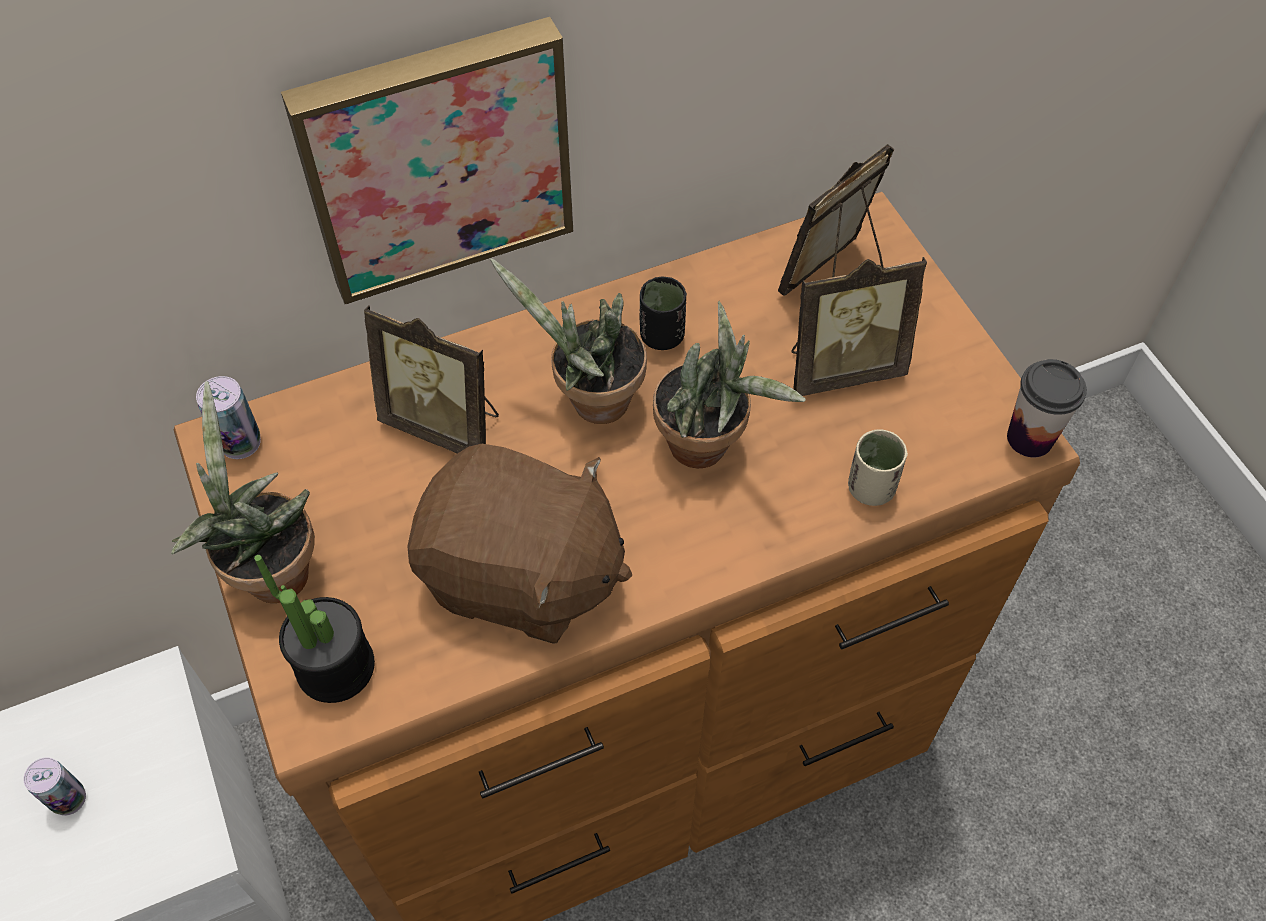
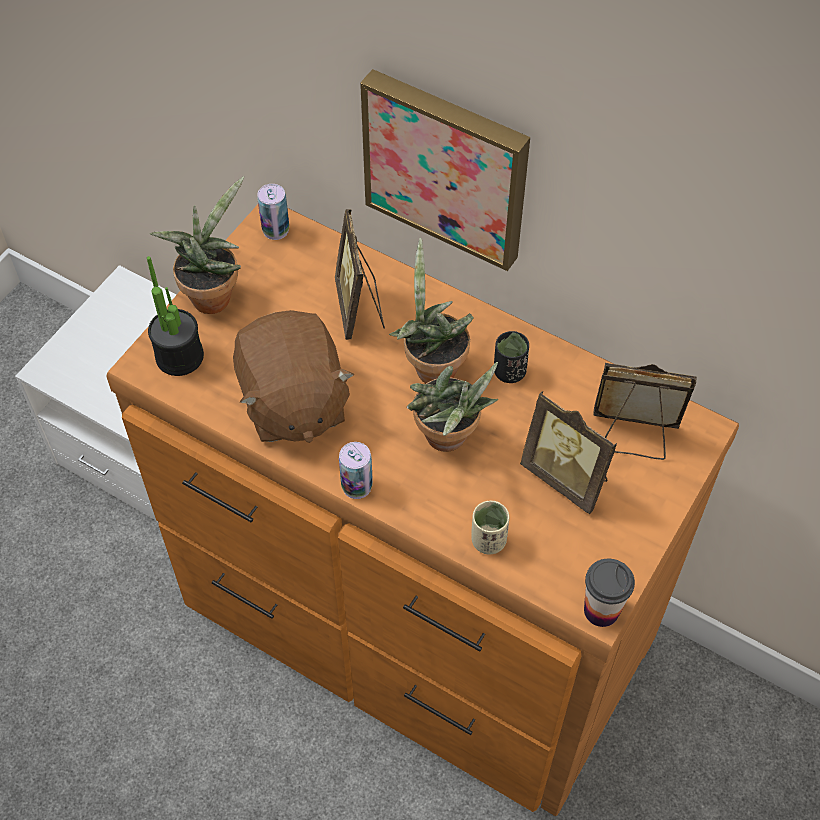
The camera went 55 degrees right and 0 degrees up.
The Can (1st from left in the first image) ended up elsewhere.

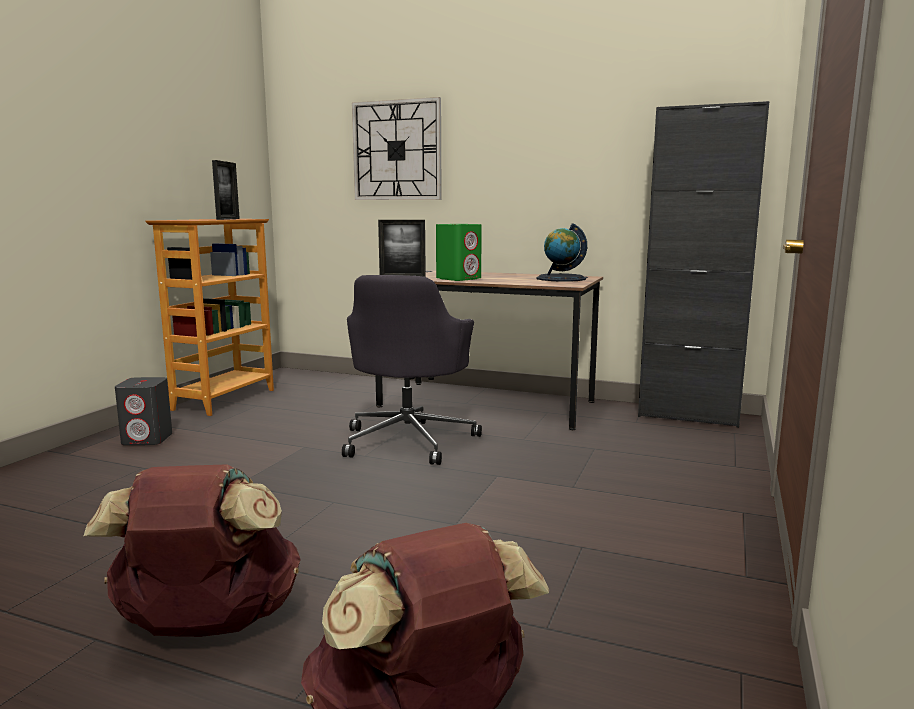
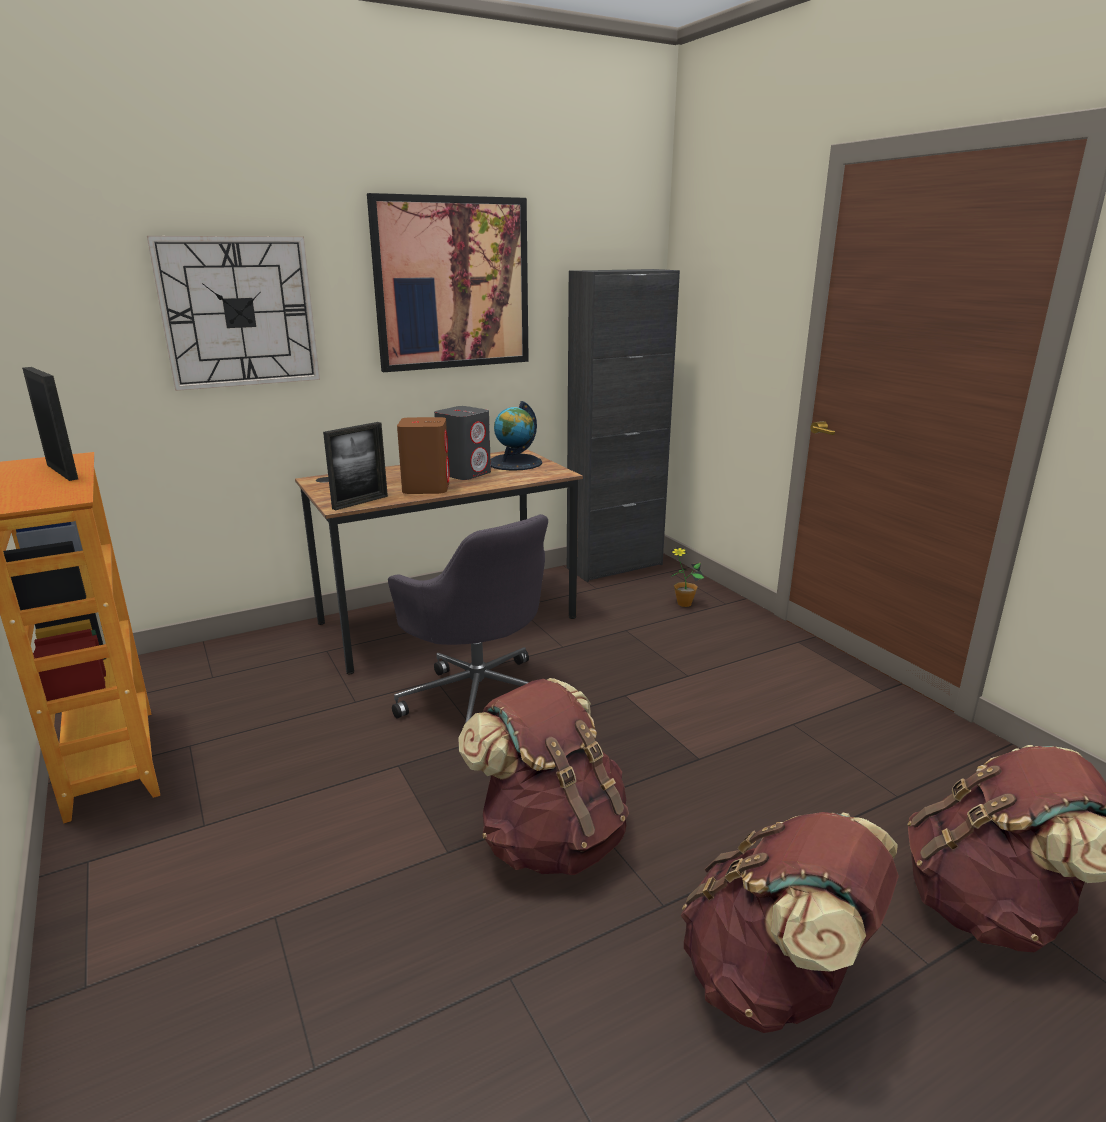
The camera went 50 degrees left and 10 degrees up.
The second view gained the Picture.
What was the GreenSpeaker turned into the BrownSpeaker.
The GreySpeaker ended up elsewhere.
The second view gained the BrownBackpack (1st from left).
The second view gained the PottedPlant.

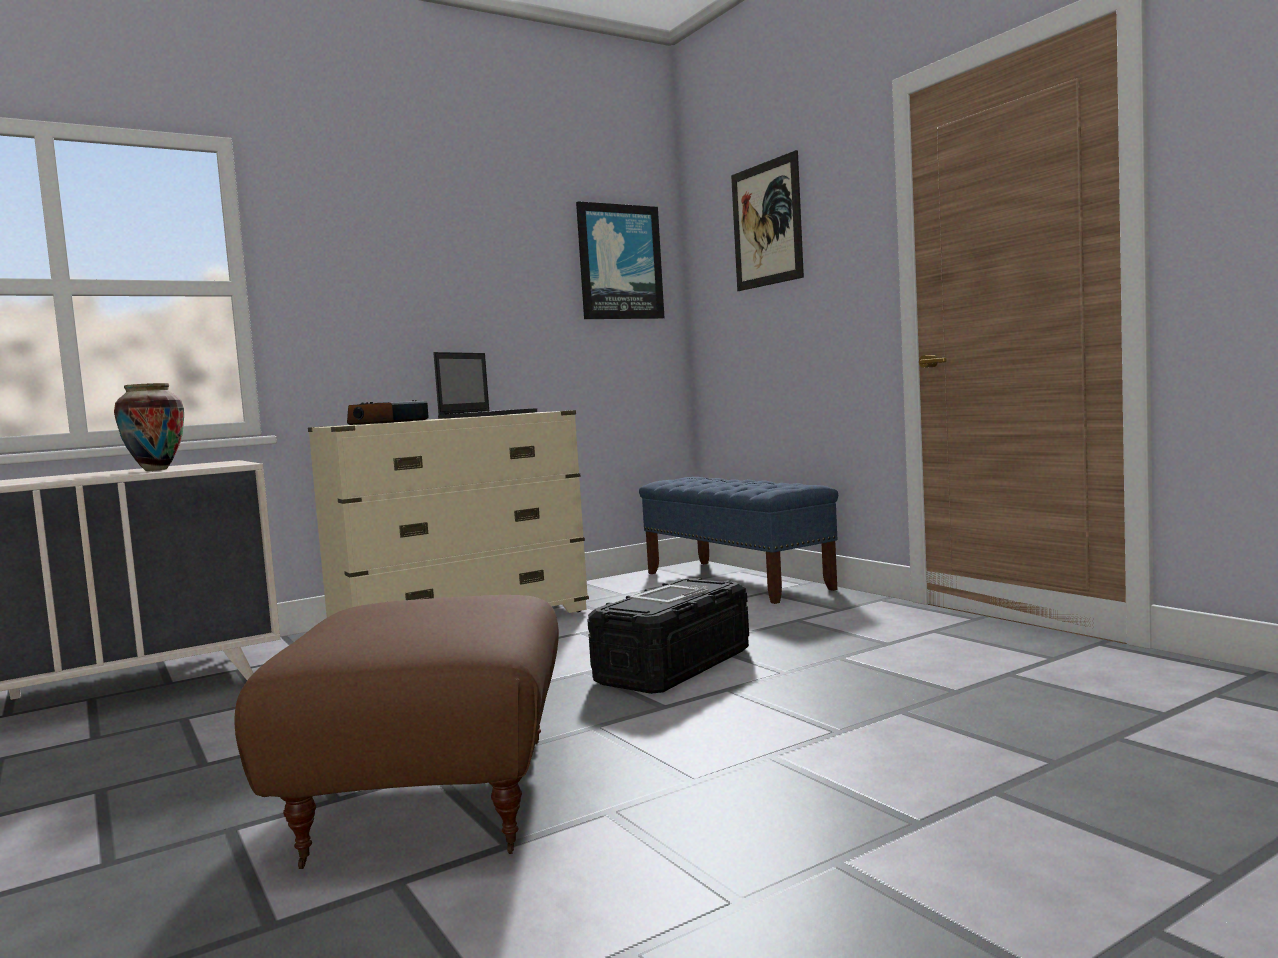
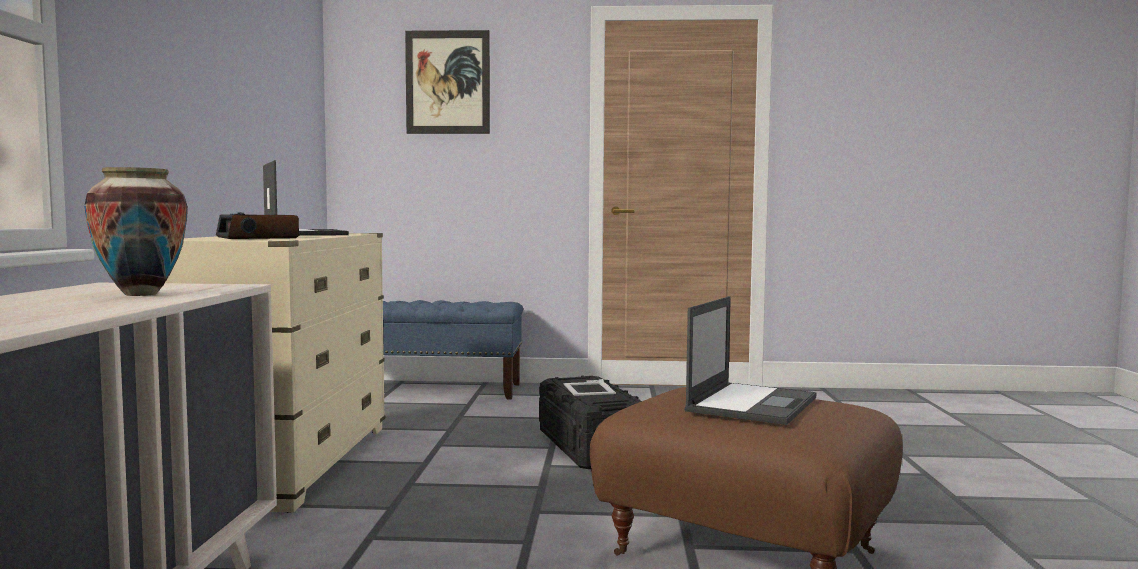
The camera went 55 degrees left and 0 degrees up.
The second view gained the Laptop (2nd from left).
The second view lost the Picture (1st from left).

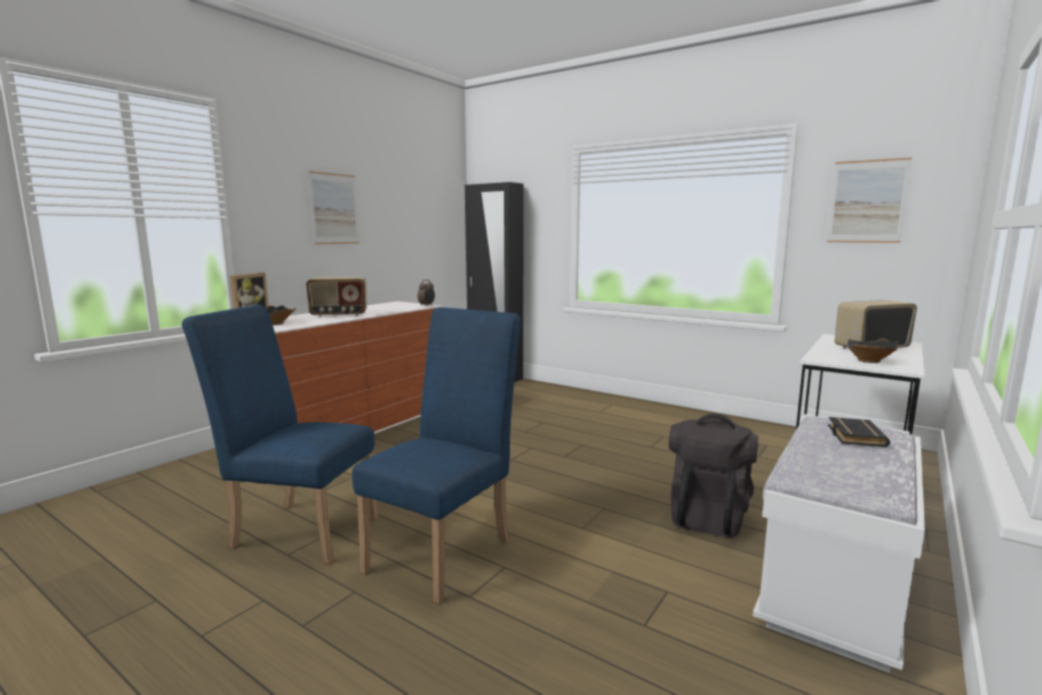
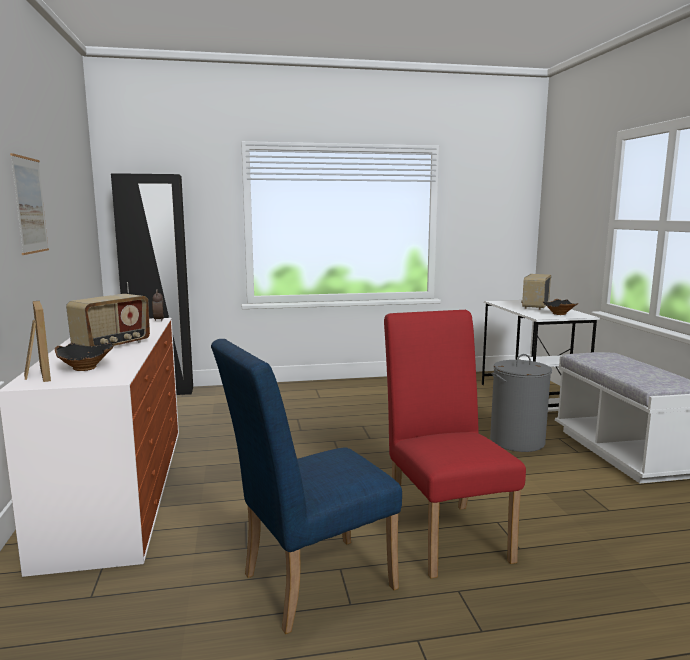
The camera went 45 degrees left and 0 degrees up.
What was the BlueChair (2nd from left) turned into the RedChair.
Where the BlackBackpack stood, the GreyLaundryBasket came to stand.
The second view lost the Picture (2nd from left).
The second view lost the BlackBook.

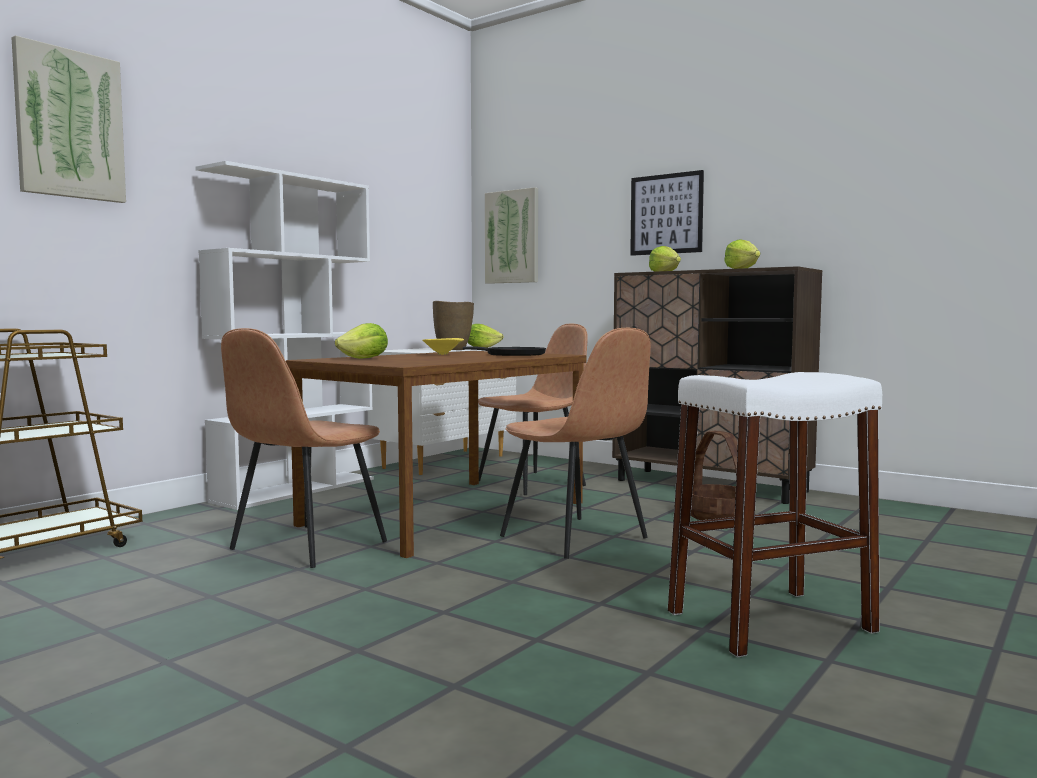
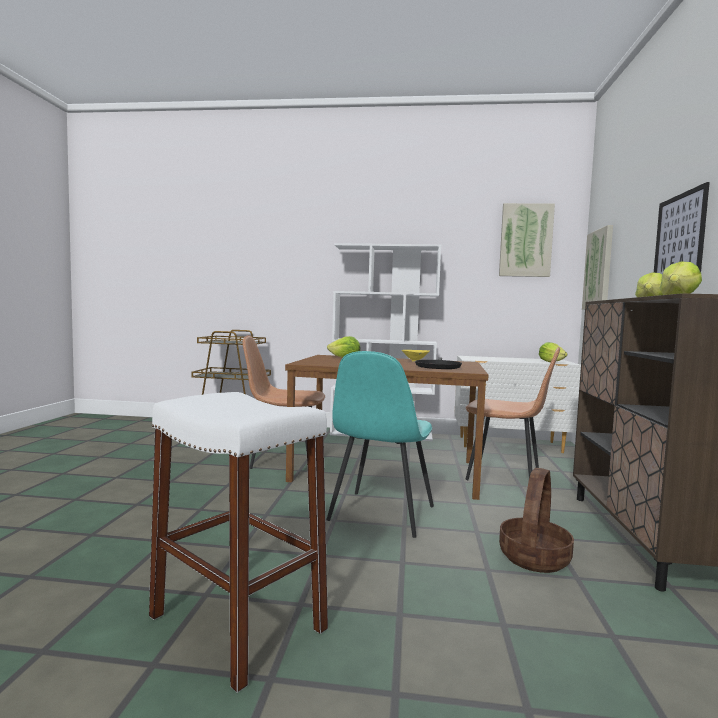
The camera went 60 degrees right and 0 degrees up.
What was the BrownChair (3rd from left) turned into the TurquoiseChair.
The Picture (1st from left) ended up elsewhere.
The second view lost the BrownVase.

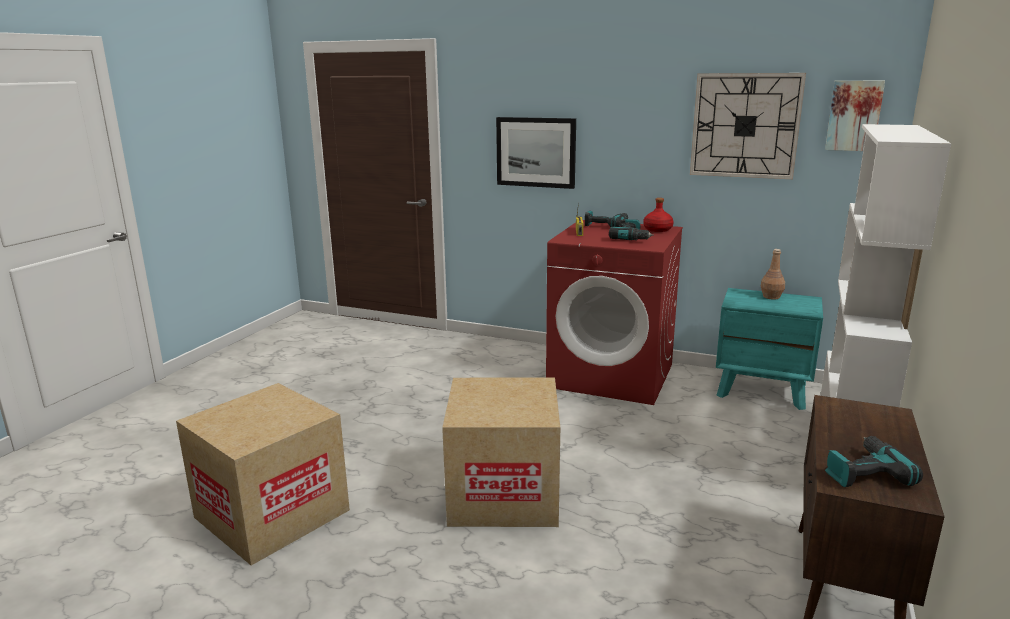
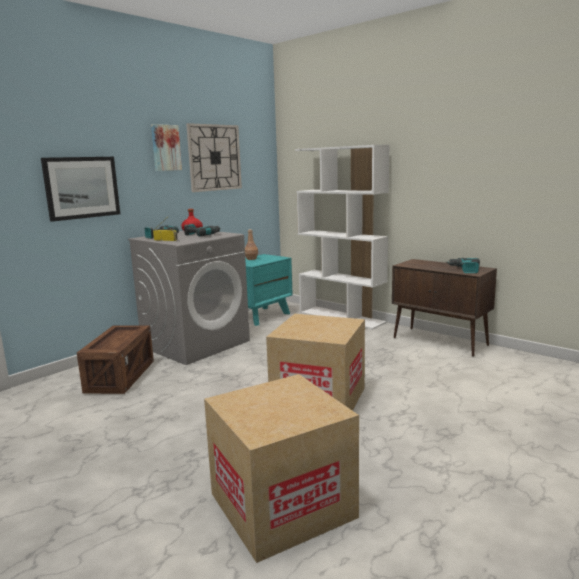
The camera went 70 degrees left and 5 degrees down.
The second view gained the Crate.
What was the RedWashingMachine turned into the GreyWashingMachine.
The Picture (2nd from left) ended up elsewhere.

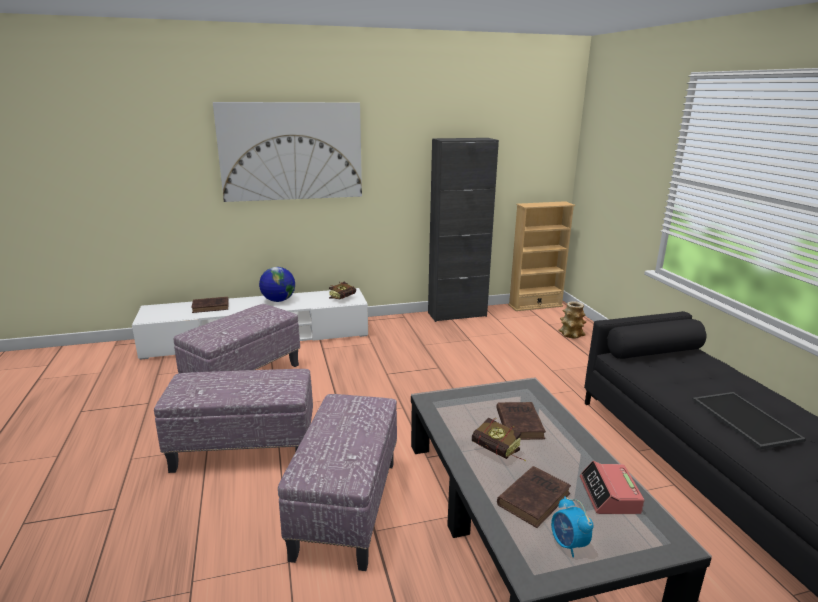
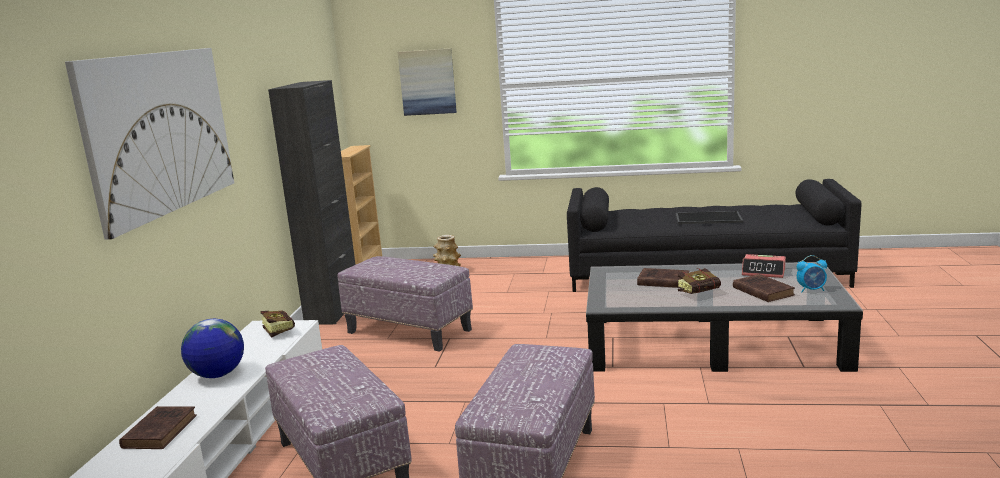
The camera went 65 degrees left and 5 degrees down.
The Ottoman (3rd from left in the first image) ended up elsewhere.
The second view gained the Picture (2nd from left).

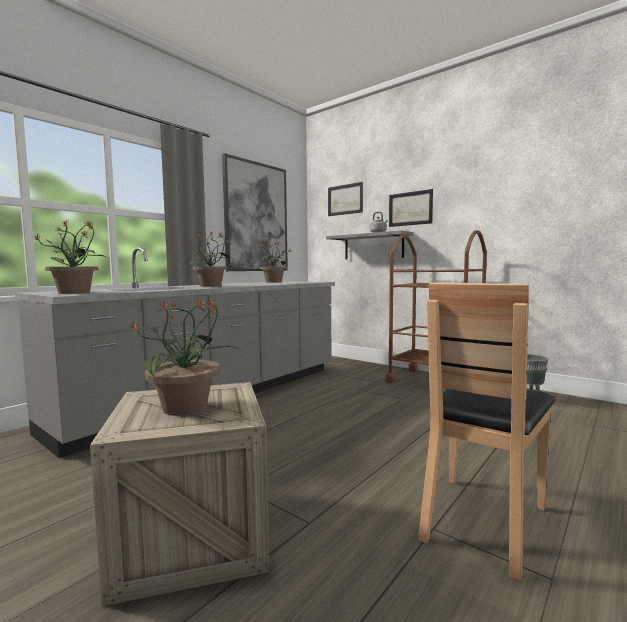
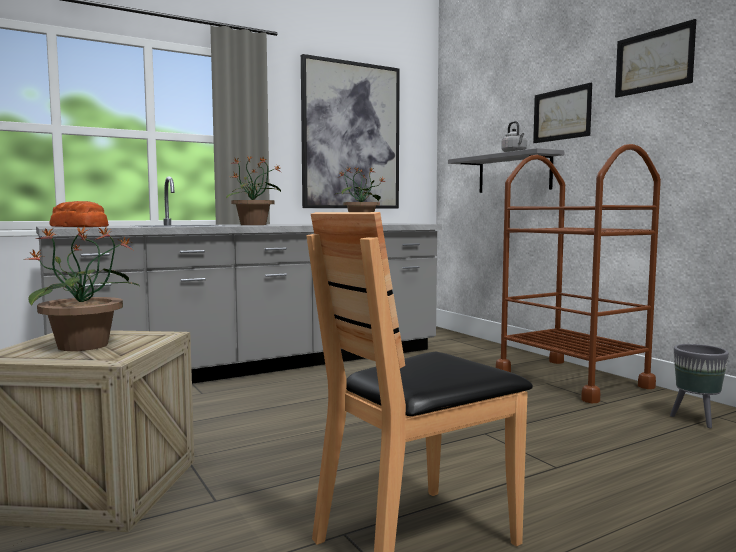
The camera went 20 degrees right and 0 degrees up.
Where the PottedPlant (1st from left) stood, the Bread came to stand.
The Picture (2nd from left in the first image) ended up elsewhere.

